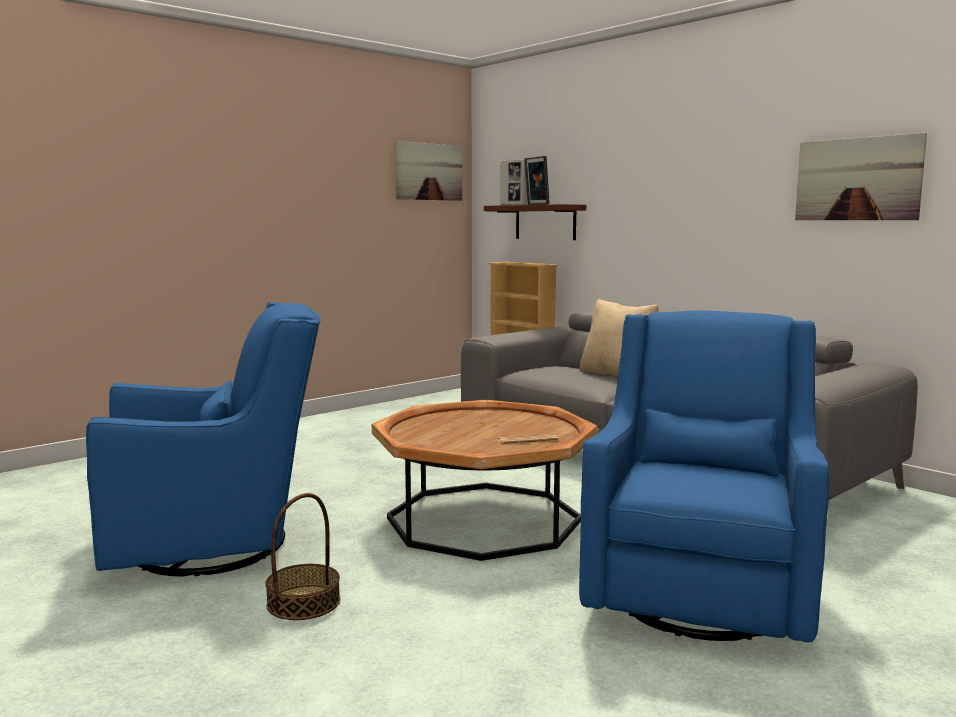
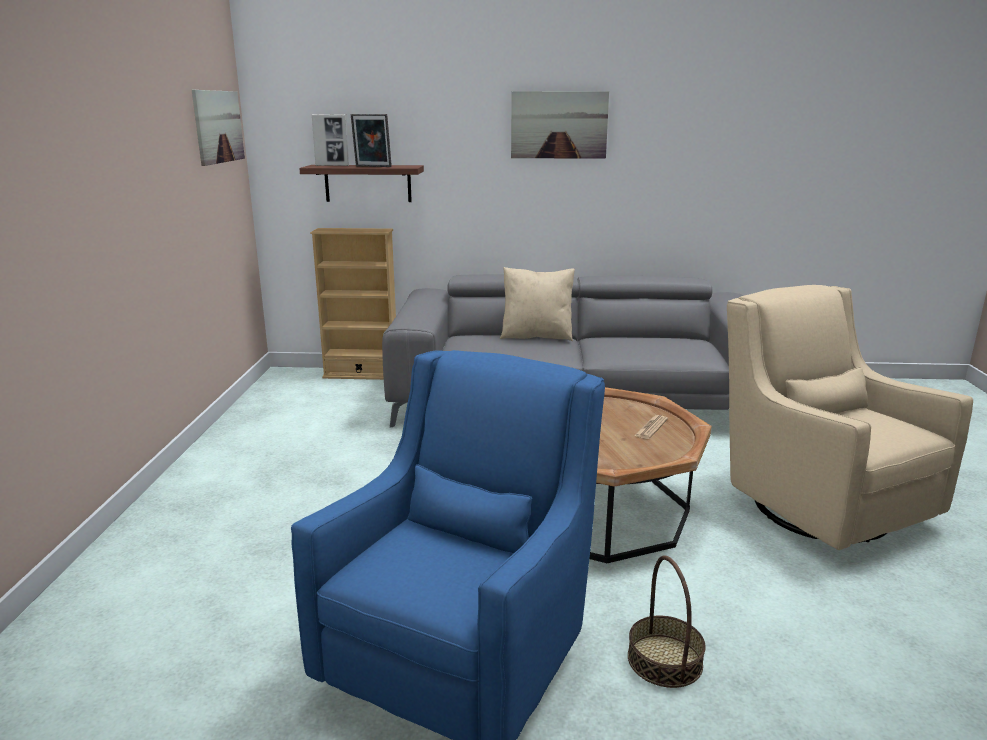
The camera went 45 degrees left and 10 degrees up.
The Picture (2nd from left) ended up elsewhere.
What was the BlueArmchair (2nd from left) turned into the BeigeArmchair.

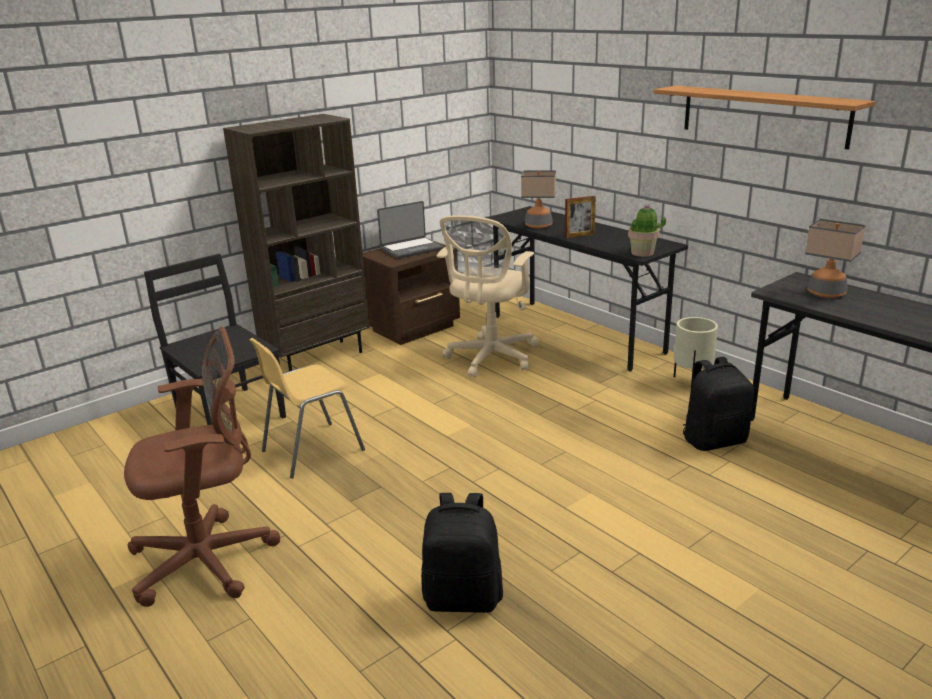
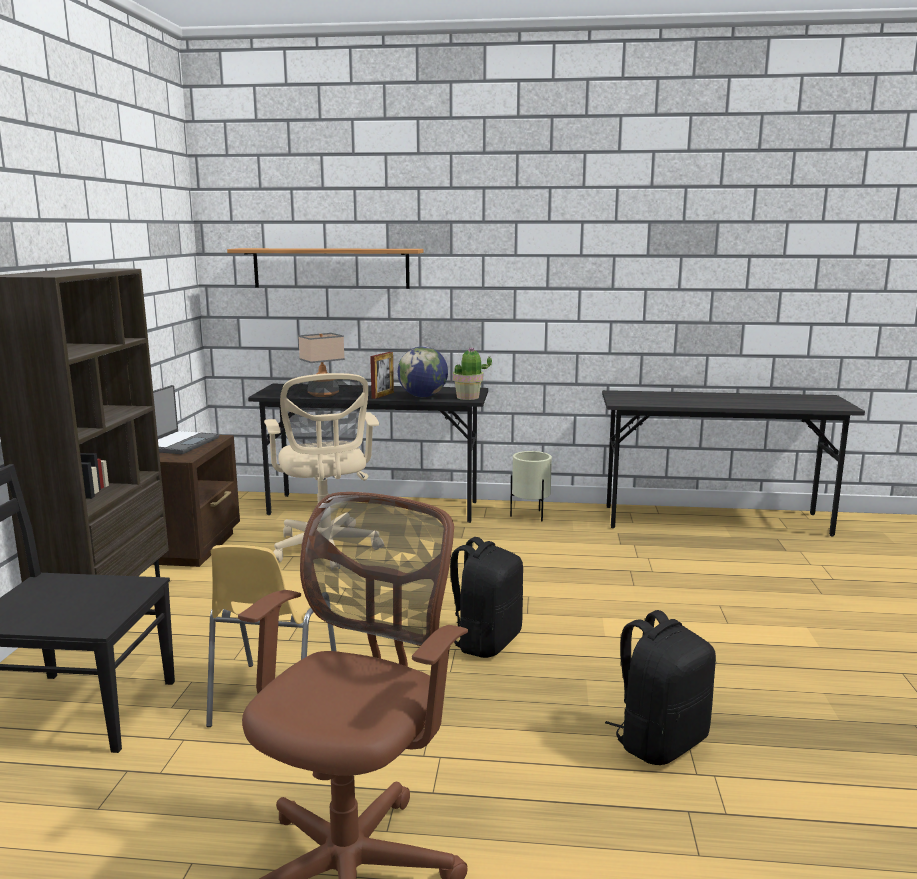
The camera went 45 degrees left and 10 degrees down.
The Shelf ended up elsewhere.
The second view gained the Globe.
The BlackBackpack (2nd from left in the first image) ended up elsewhere.
The second view lost the TableLamp (2nd from left).

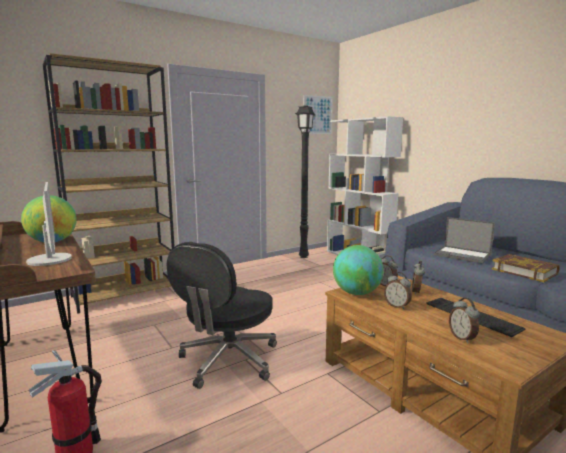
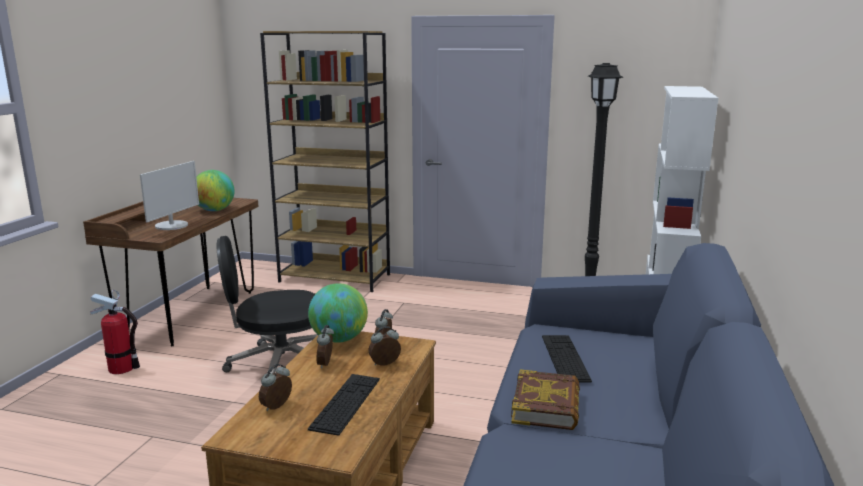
The camera went 50 degrees right and 5 degrees up.
Where the Laptop stood, the Keyboard (2nd from left) came to stand.
The second view lost the Picture.

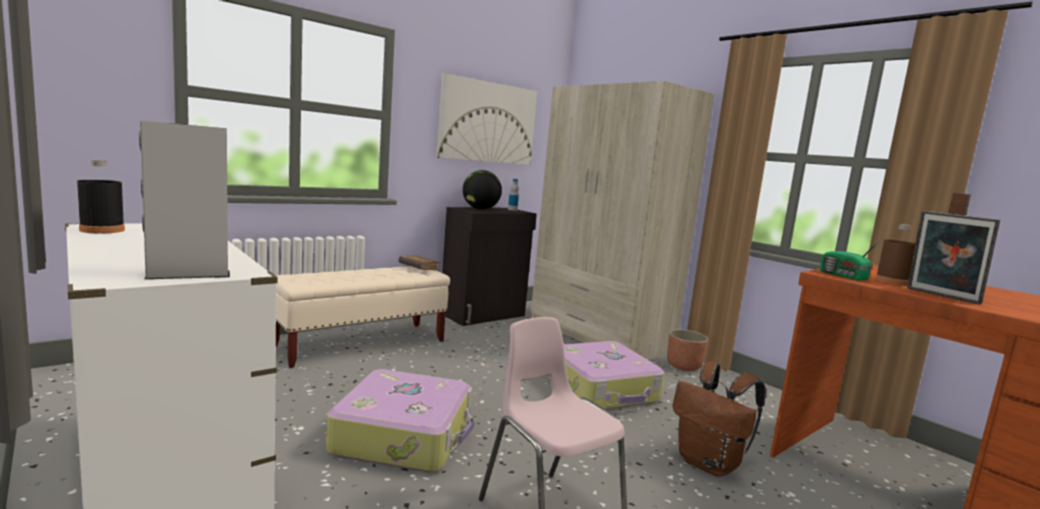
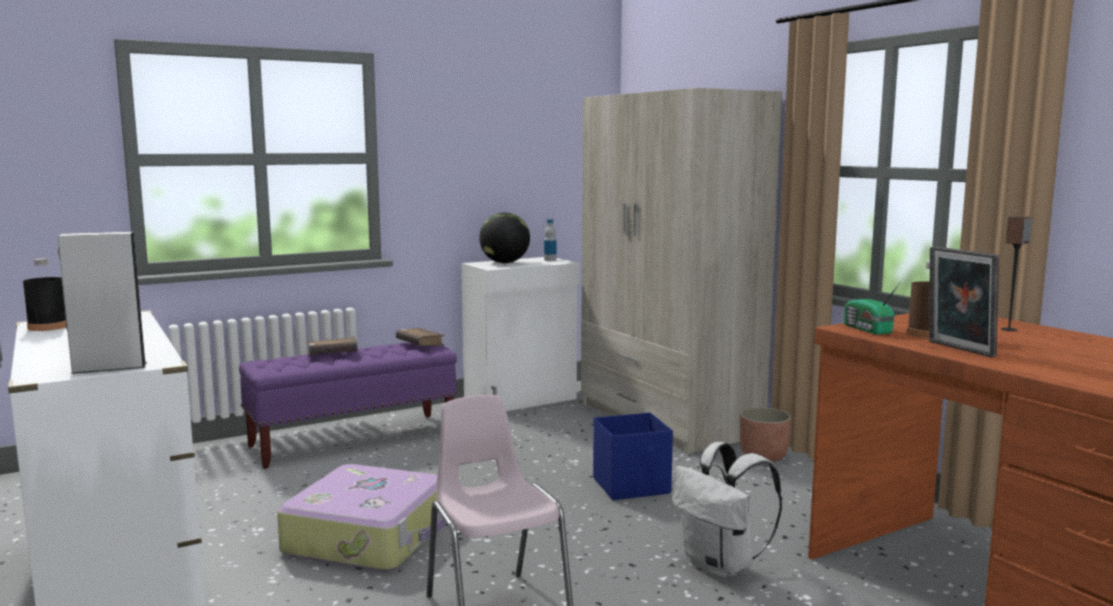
The camera went 10 degrees right and 0 degrees up.
What was the BeigeBench turned into the PurpleBench.
The second view gained the BrownBook (1st from left).
What was the BlackCabinet turned into the WhiteCabinet.
Where the Suitcase (2nd from left) stood, the BlueStorageBox came to stand.
What was the BrownBackpack turned into the WhiteBackpack.
The second view lost the Picture.

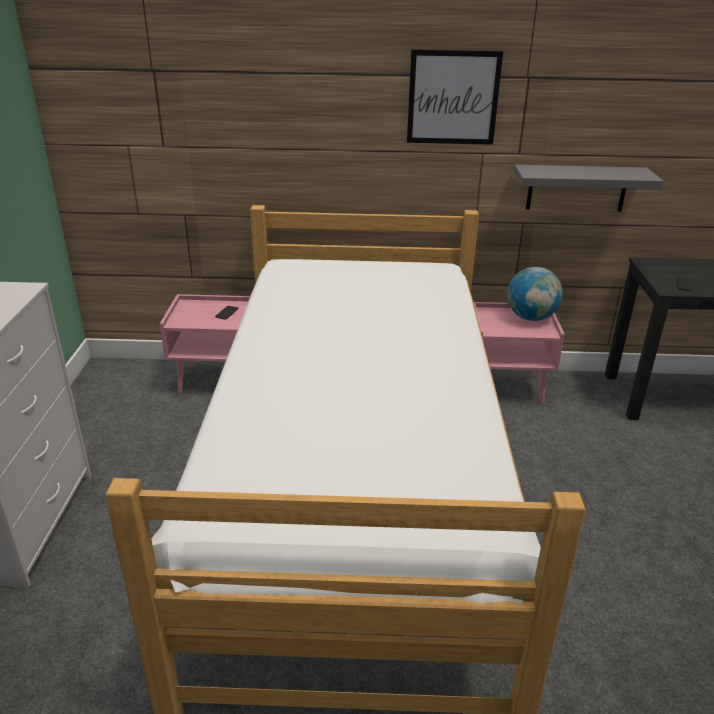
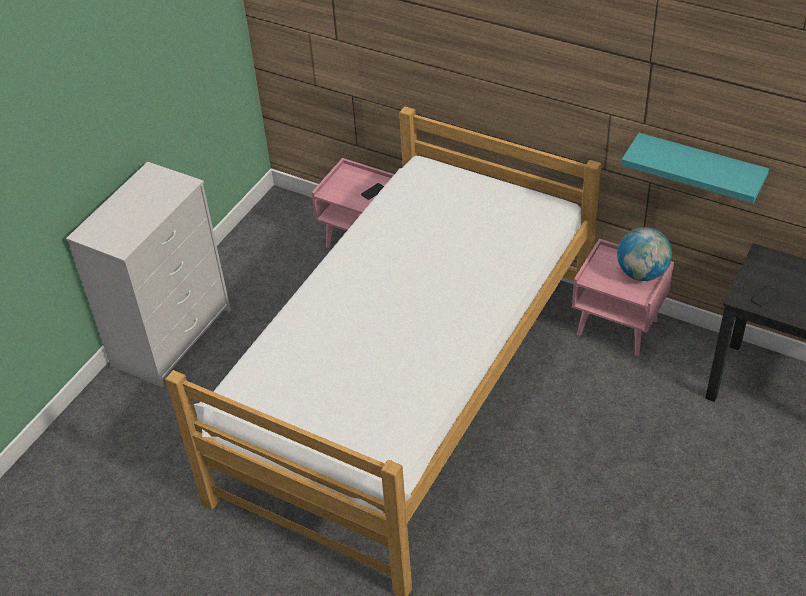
The camera went 30 degrees right and 15 degrees up.
What was the GreyShelf turned into the TurquoiseShelf.
The second view lost the Picture.

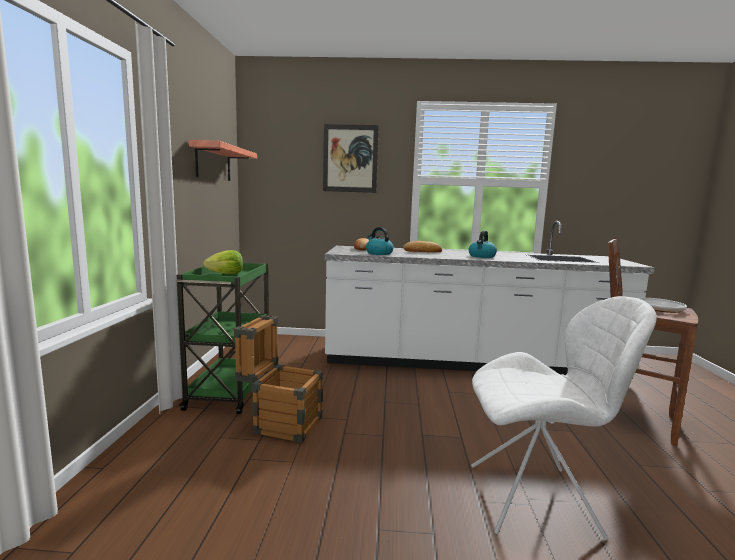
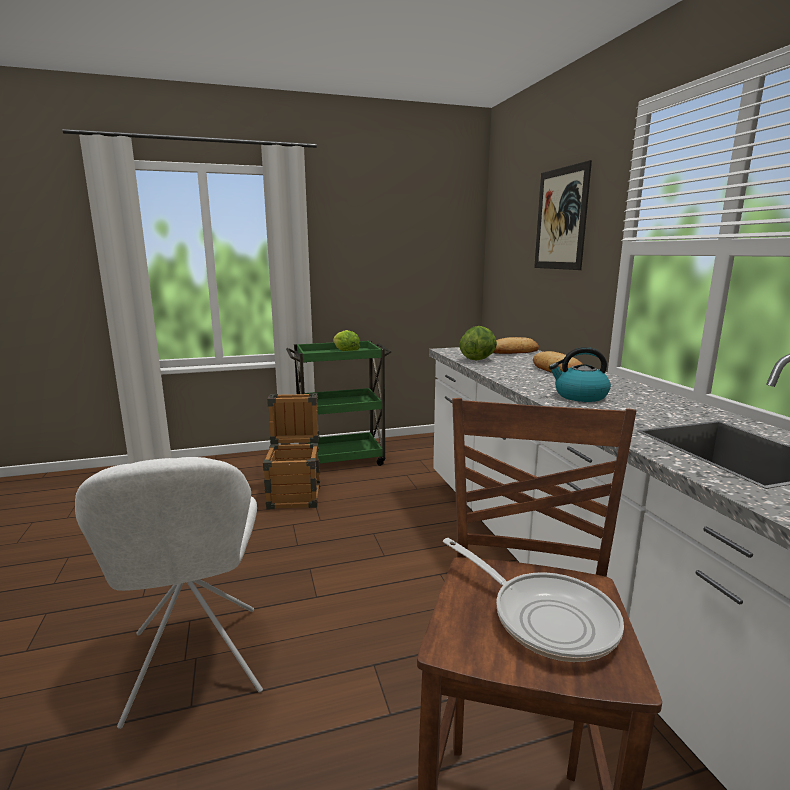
The camera went 70 degrees right and 5 degrees up.
Where the Kettle (1st from left) stood, the Lettuce (2nd from left) came to stand.
The second view lost the Shelf.

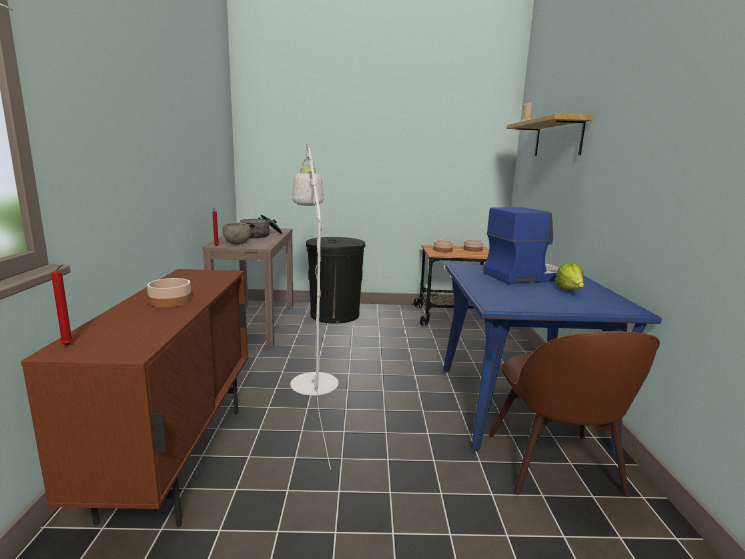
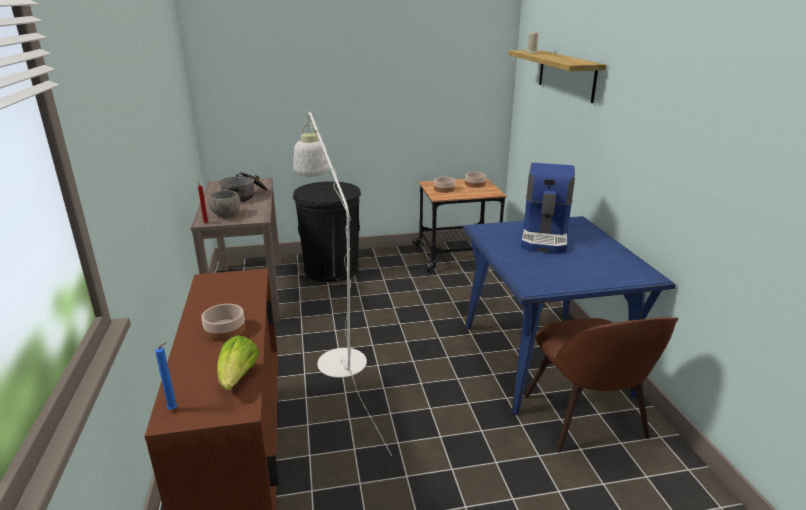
The camera went 10 degrees left and 10 degrees up.
What was the RedCandle (1st from left) turned into the BlueCandle.
The Lettuce ended up elsewhere.
The CoffeeMachine ended up facing another way, 135 degrees clockwise from before.

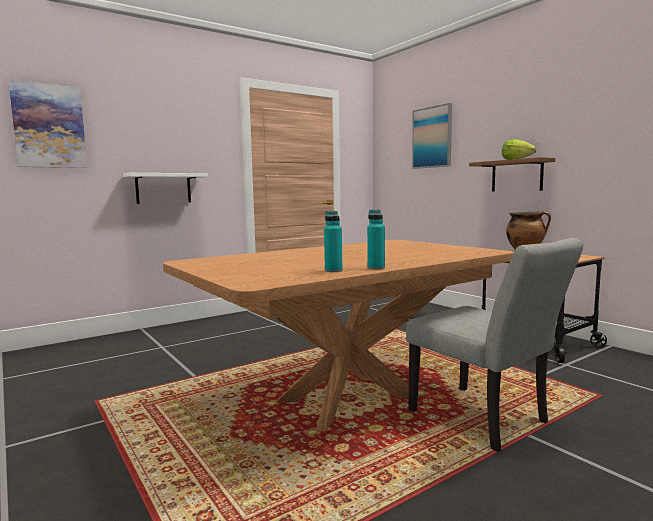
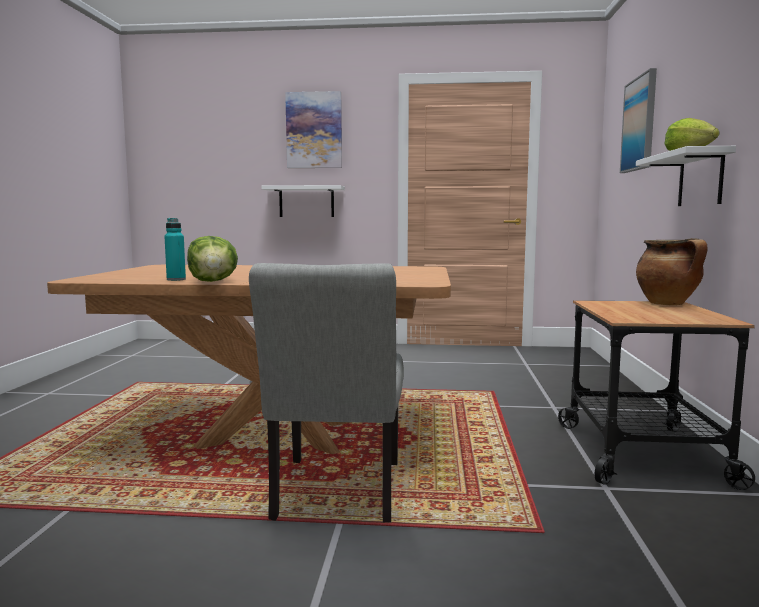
The camera went 40 degrees right and 0 degrees up.
Where the TurquoiseBottle (2nd from left) stood, the Lettuce (1st from left) came to stand.
The Picture (1st from left) ended up elsewhere.
What was the BrownShelf turned into the WhiteShelf (2nd from left).

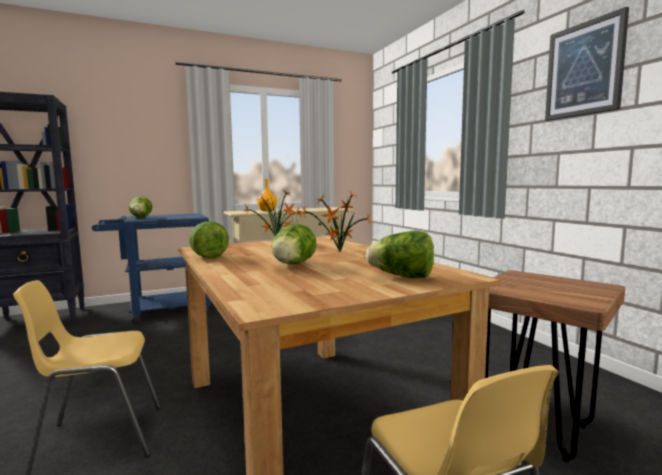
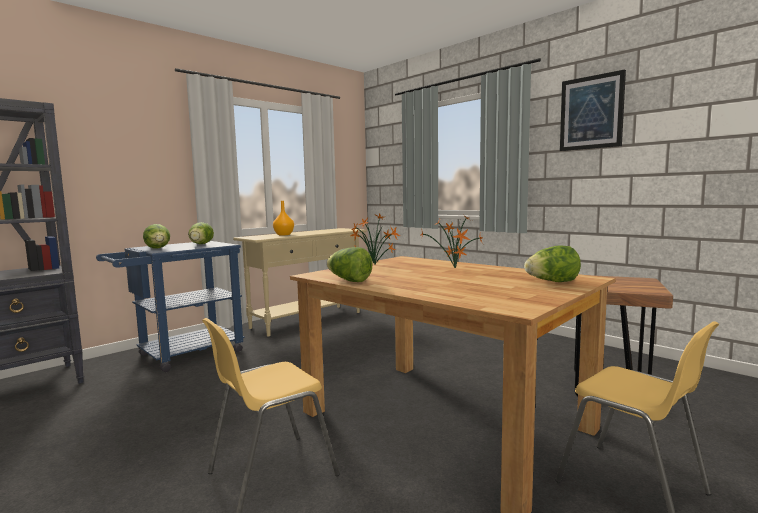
The camera went 20 degrees left and 0 degrees up.
The Lettuce (3rd from left in the first image) ended up elsewhere.

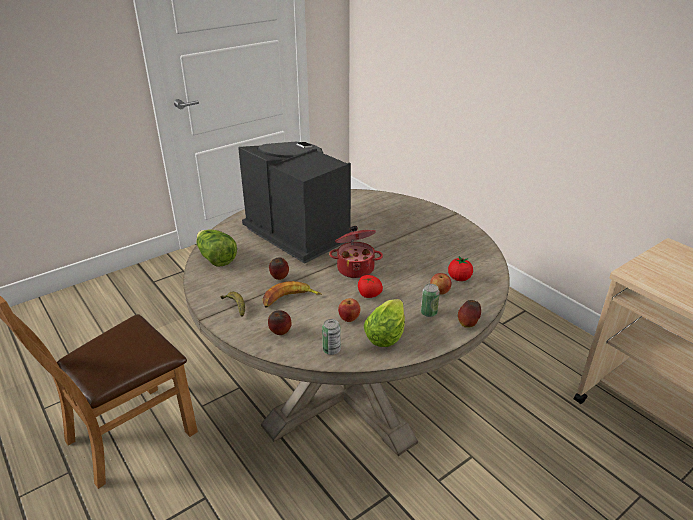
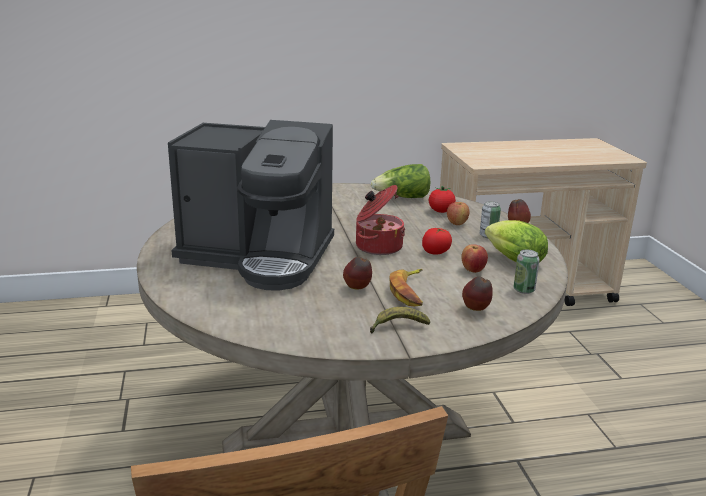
The camera went 65 degrees left and 10 degrees down.
The CoffeeMachine ended up facing another way, 150 degrees counterclockwise from before.
The Lettuce (1st from left) ended up elsewhere.

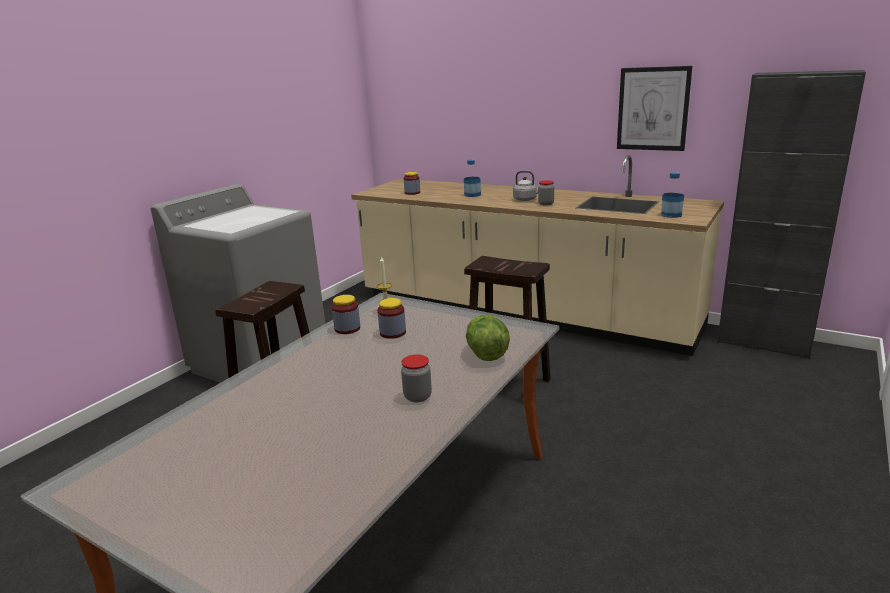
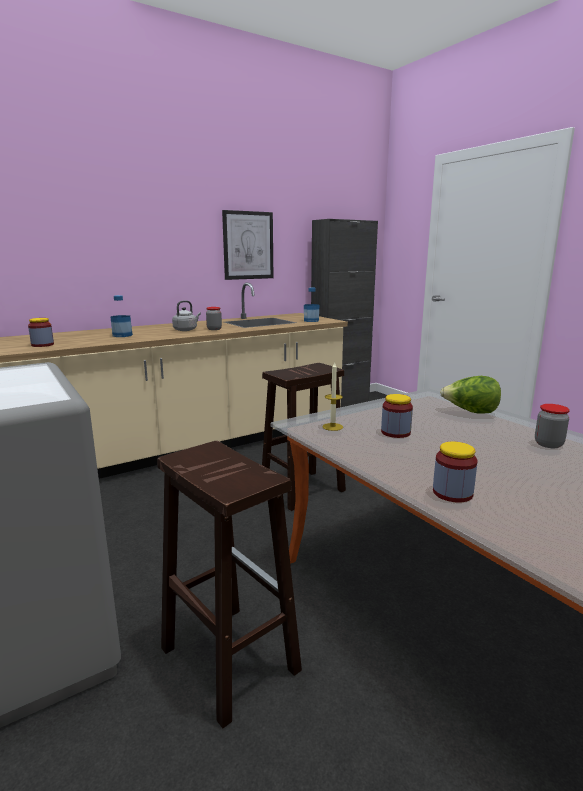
The camera went 65 degrees left and 5 degrees down.
The Jar (1st from left in the first image) ended up elsewhere.

